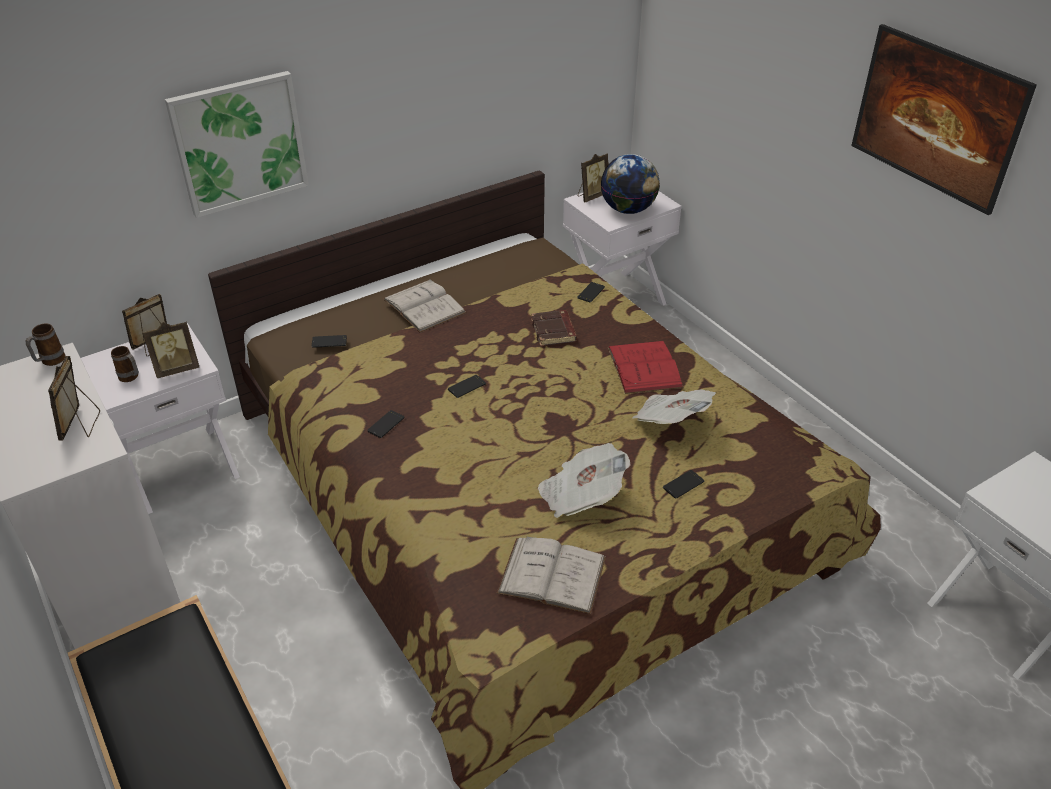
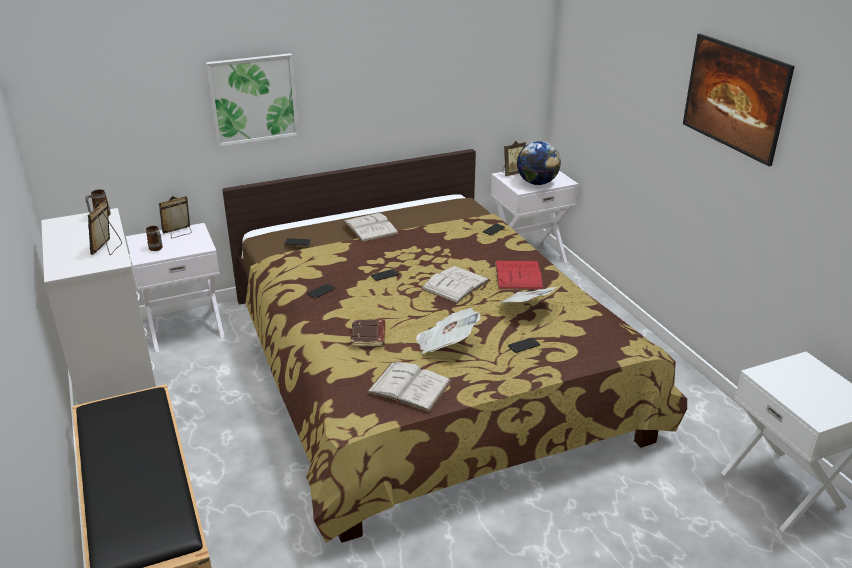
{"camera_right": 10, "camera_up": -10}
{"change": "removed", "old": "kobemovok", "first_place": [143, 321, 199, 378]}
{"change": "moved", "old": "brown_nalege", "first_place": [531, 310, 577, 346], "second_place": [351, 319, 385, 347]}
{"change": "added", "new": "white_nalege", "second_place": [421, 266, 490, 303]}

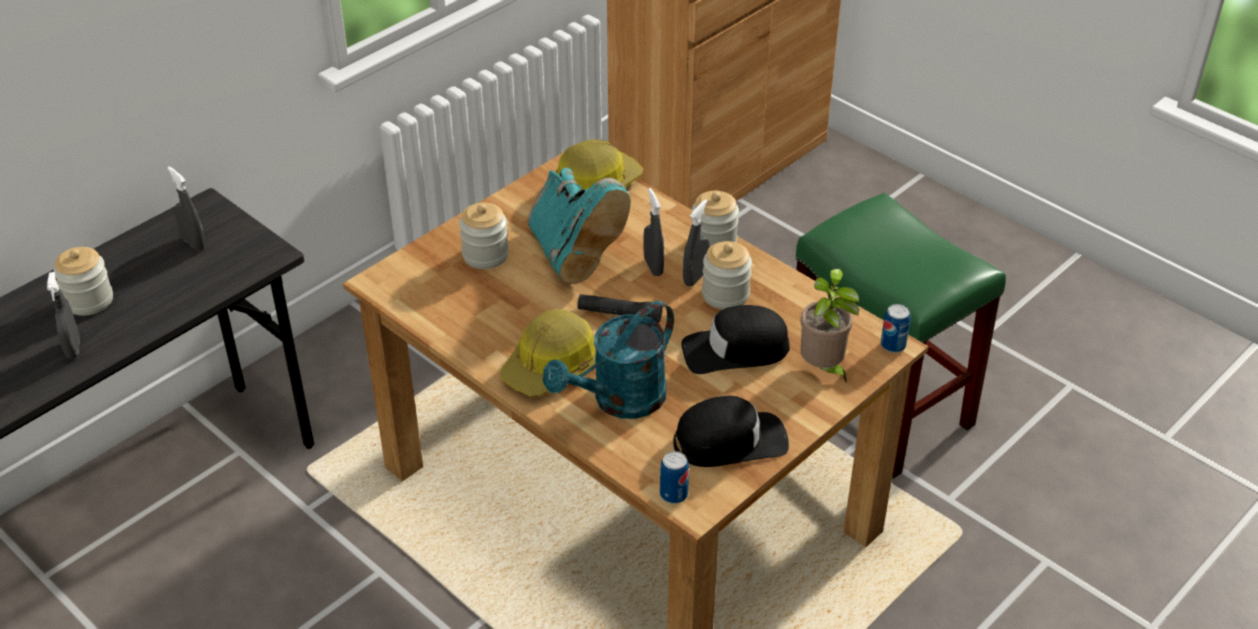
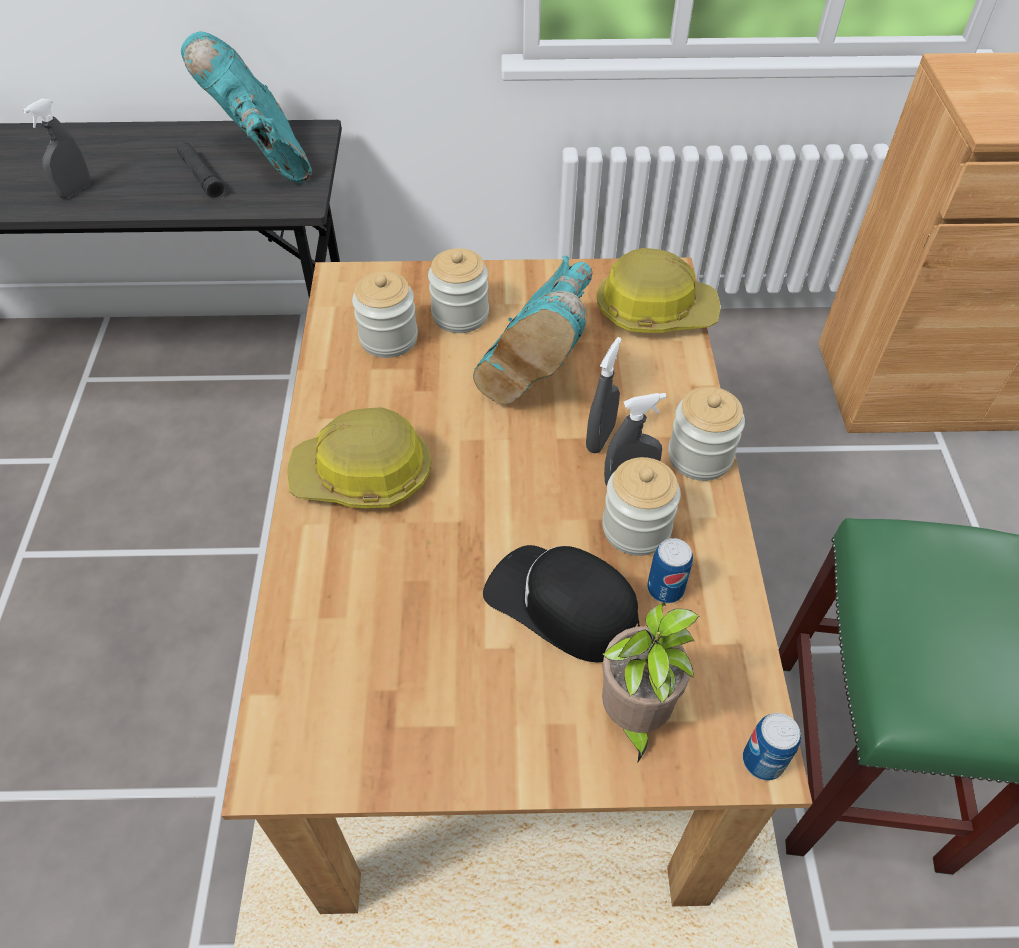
{"camera_right": 45, "camera_up": 10}
{"change": "moved", "old": "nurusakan", "first_place": [54, 247, 113, 316], "second_place": [352, 271, 418, 358]}
{"change": "replaced", "old": "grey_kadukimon", "new": "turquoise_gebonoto", "first_place": [167, 166, 205, 250], "second_place": [181, 31, 312, 183]}
{"change": "removed", "old": "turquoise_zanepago", "first_place": [543, 301, 674, 419]}
{"change": "moved", "old": "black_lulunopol", "first_place": [577, 294, 662, 322], "second_place": [177, 142, 226, 199]}
{"change": "moved", "old": "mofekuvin", "first_place": [660, 451, 689, 504], "second_place": [647, 538, 693, 603]}
{"change": "removed", "old": "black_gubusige", "first_place": [673, 396, 789, 467]}

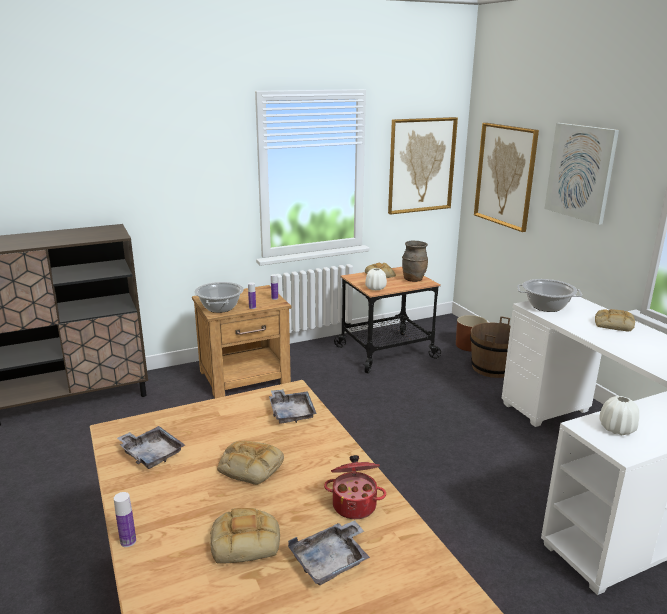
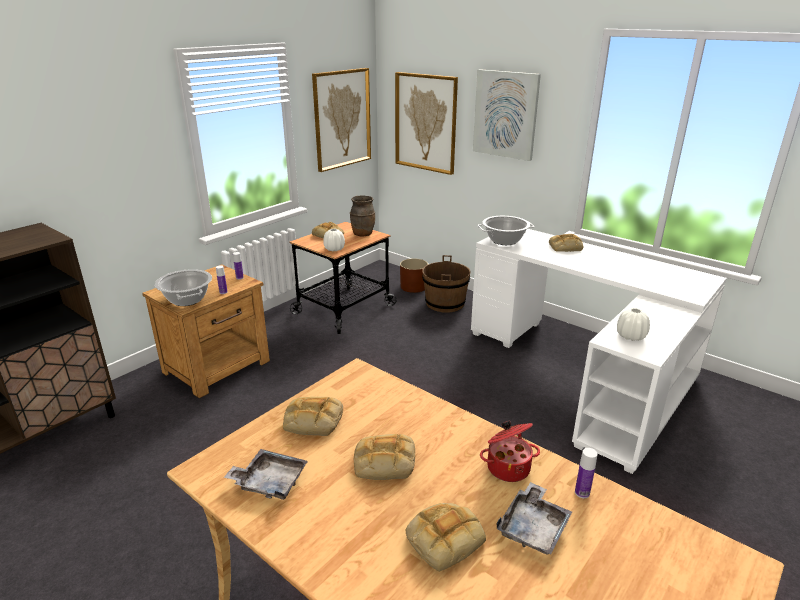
{"camera_right": -25, "camera_up": 5}
{"change": "moved", "old": "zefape", "first_place": [114, 492, 136, 547], "second_place": [575, 448, 598, 498]}
{"change": "removed", "old": "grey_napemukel", "first_place": [269, 389, 317, 424]}
{"change": "added", "new": "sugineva", "second_place": [283, 397, 343, 436]}

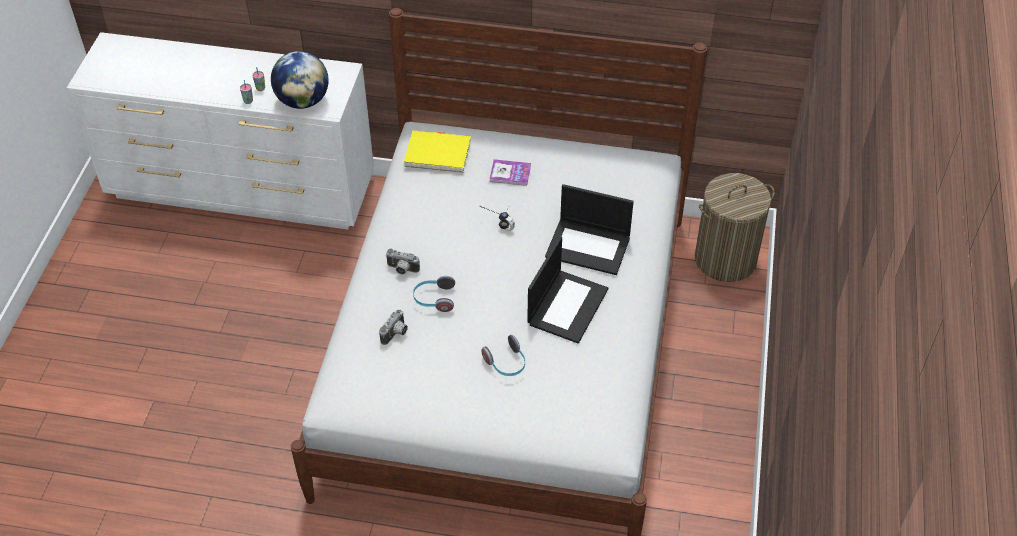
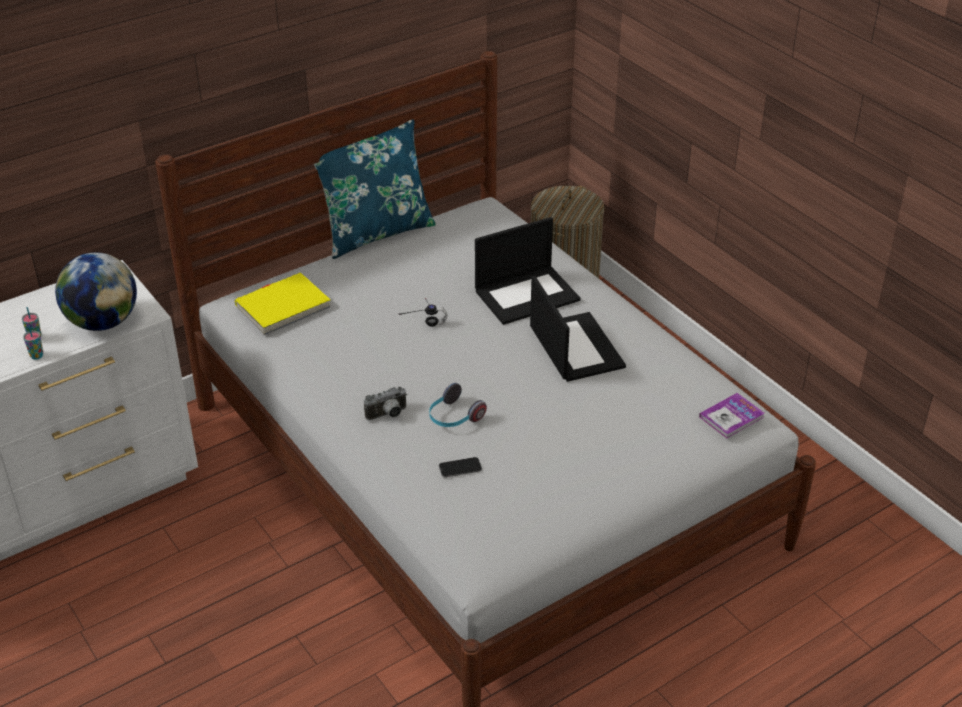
{"camera_right": -45, "camera_up": -10}
{"change": "replaced", "old": "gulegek", "new": "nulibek", "first_place": [379, 310, 408, 345], "second_place": [439, 457, 482, 478]}
{"change": "removed", "old": "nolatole", "first_place": [482, 335, 525, 376]}
{"change": "moved", "old": "nalege", "first_place": [489, 159, 531, 186], "second_place": [699, 393, 765, 438]}
{"change": "added", "new": "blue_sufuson", "second_place": [314, 119, 436, 259]}

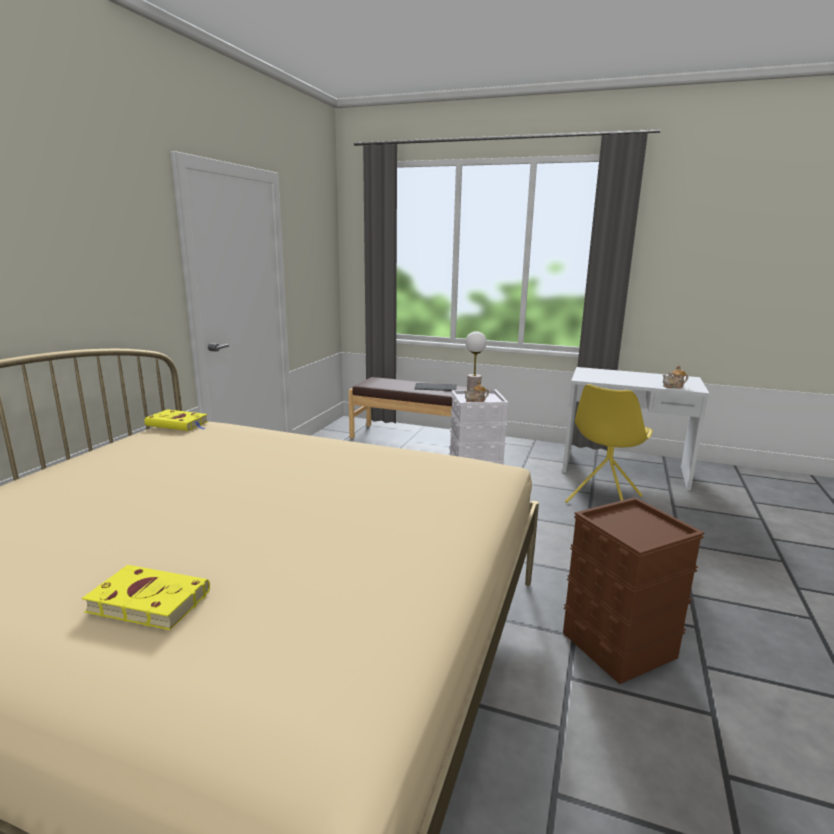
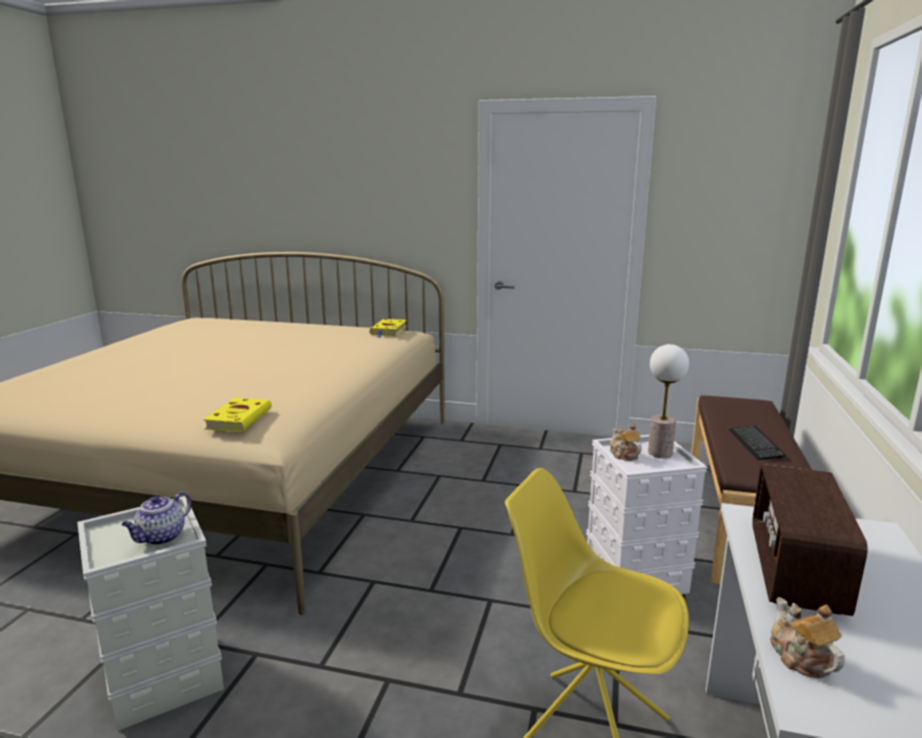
{"camera_right": 85, "camera_up": 0}
{"change": "moved", "old": "yellow_nalege", "first_place": [82, 565, 210, 630], "second_place": [203, 398, 271, 432]}
{"change": "recoloured", "old": "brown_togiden", "new": "grey_togiden", "first_place": [563, 497, 704, 684], "second_place": [77, 496, 224, 731]}
{"change": "added", "new": "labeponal", "second_place": [122, 492, 191, 545]}
{"change": "added", "new": "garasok", "second_place": [752, 464, 868, 616]}

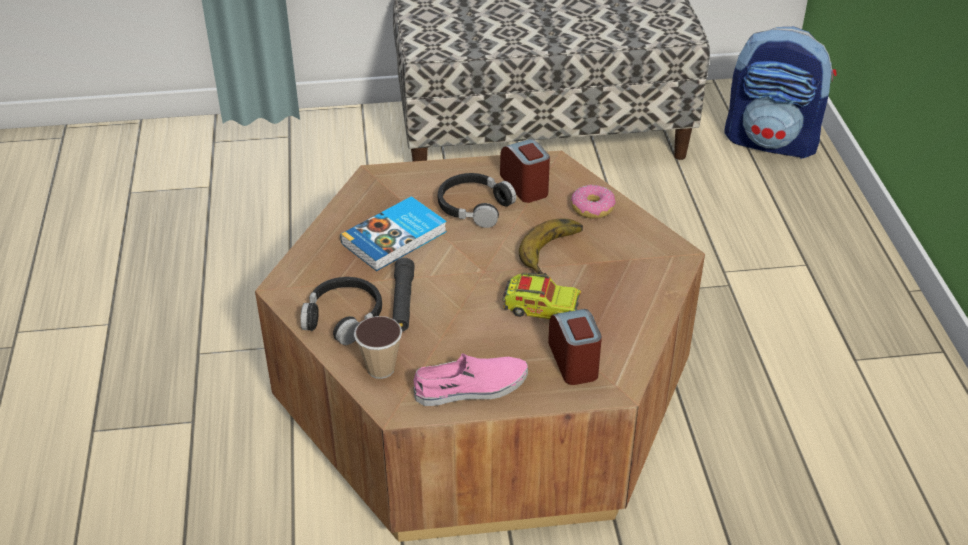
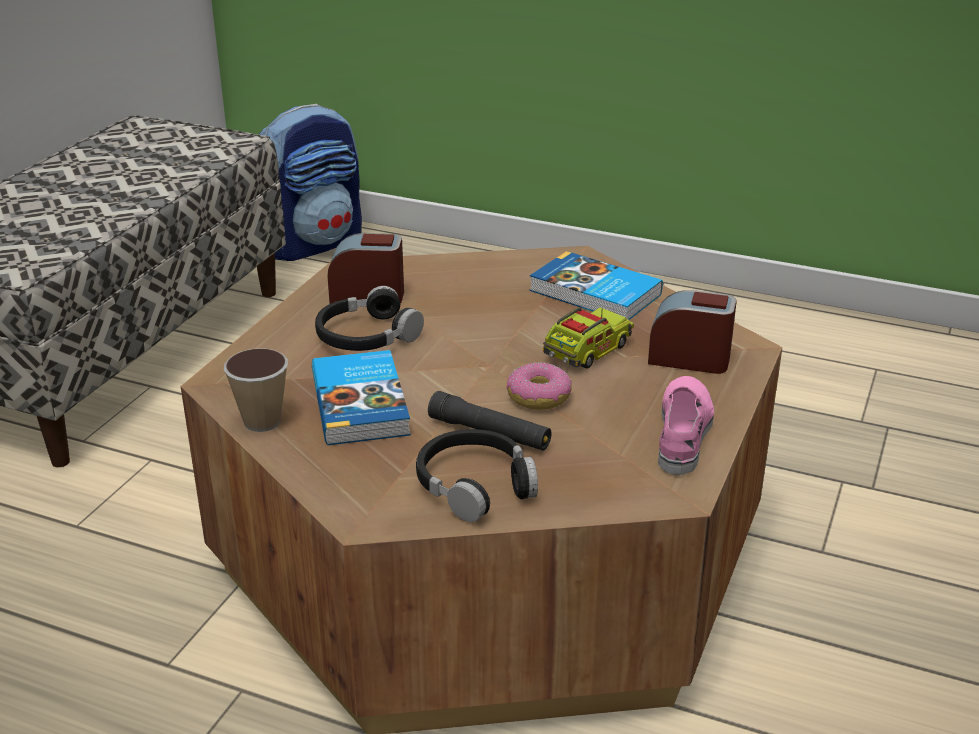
{"camera_right": -60, "camera_up": -10}
{"change": "moved", "old": "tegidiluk", "first_place": [354, 316, 402, 379], "second_place": [224, 348, 288, 432]}
{"change": "removed", "old": "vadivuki", "first_place": [519, 219, 583, 275]}
{"change": "moved", "old": "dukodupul", "first_place": [571, 185, 616, 219], "second_place": [506, 362, 572, 410]}
{"change": "added", "new": "nalege", "second_place": [529, 251, 663, 320]}

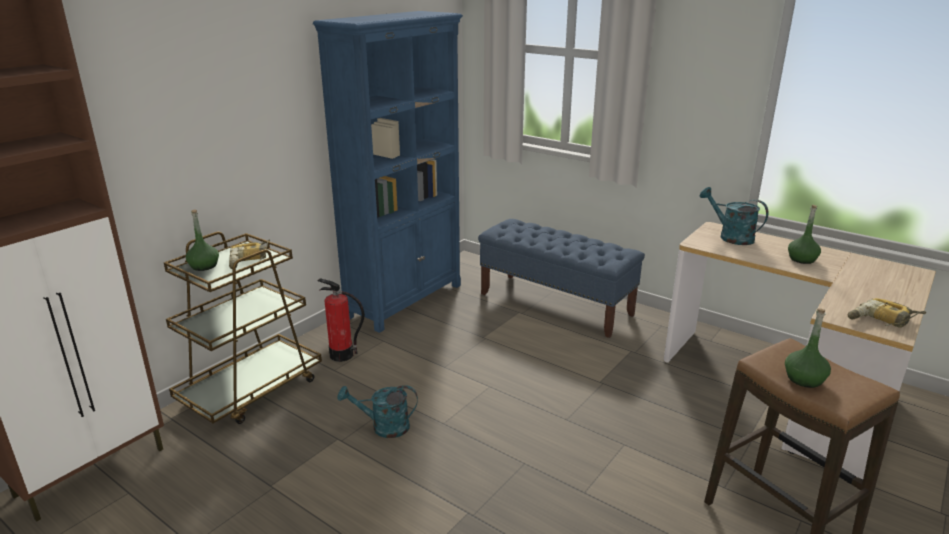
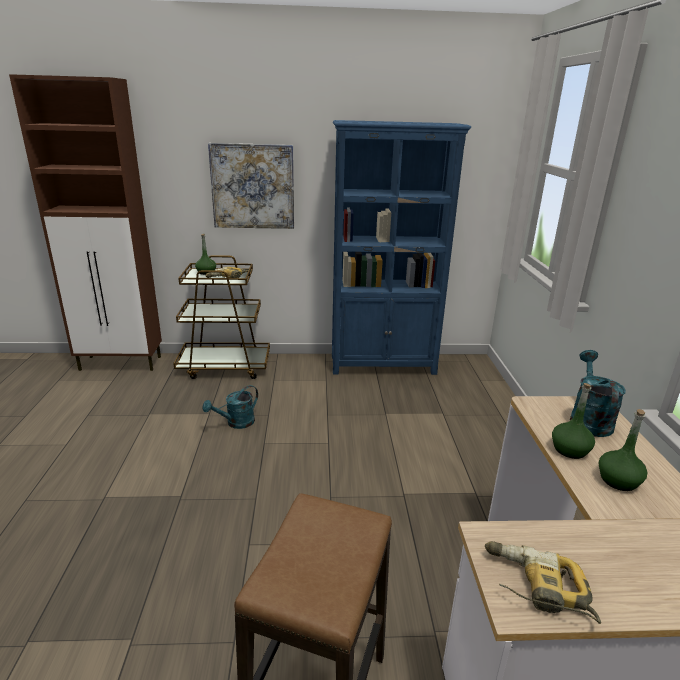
{"camera_right": 50, "camera_up": 0}
{"change": "removed", "old": "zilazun", "first_place": [317, 278, 365, 362]}
{"change": "turned", "old": "turquoise_zanepago", "first_place": [337, 385, 418, 438], "second_place": [202, 385, 258, 429], "degrees": -90}
{"change": "removed", "old": "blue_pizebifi", "first_place": [478, 219, 645, 338]}
{"change": "moved", "old": "green_zefape", "first_place": [785, 308, 831, 388], "second_place": [552, 383, 595, 459]}
{"change": "added", "new": "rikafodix", "second_place": [208, 143, 294, 229]}

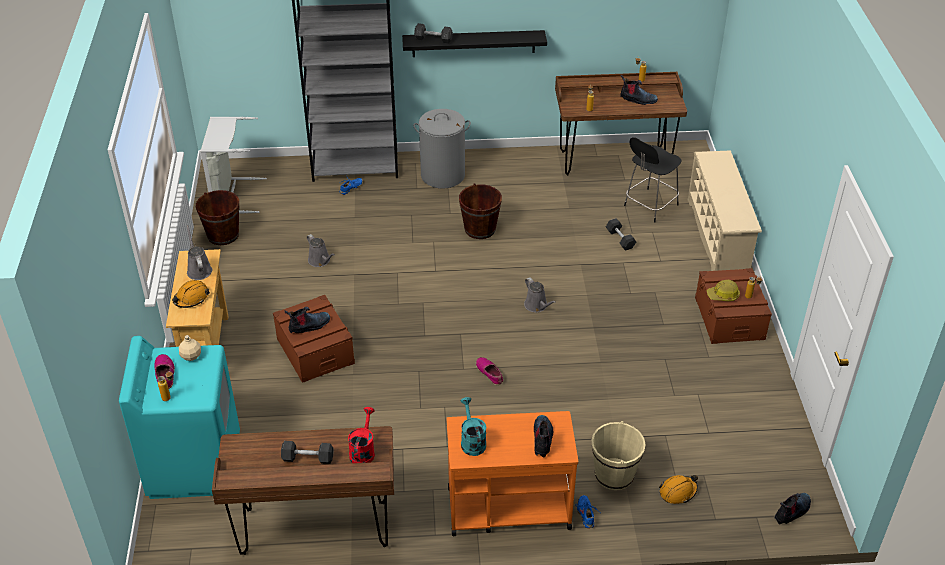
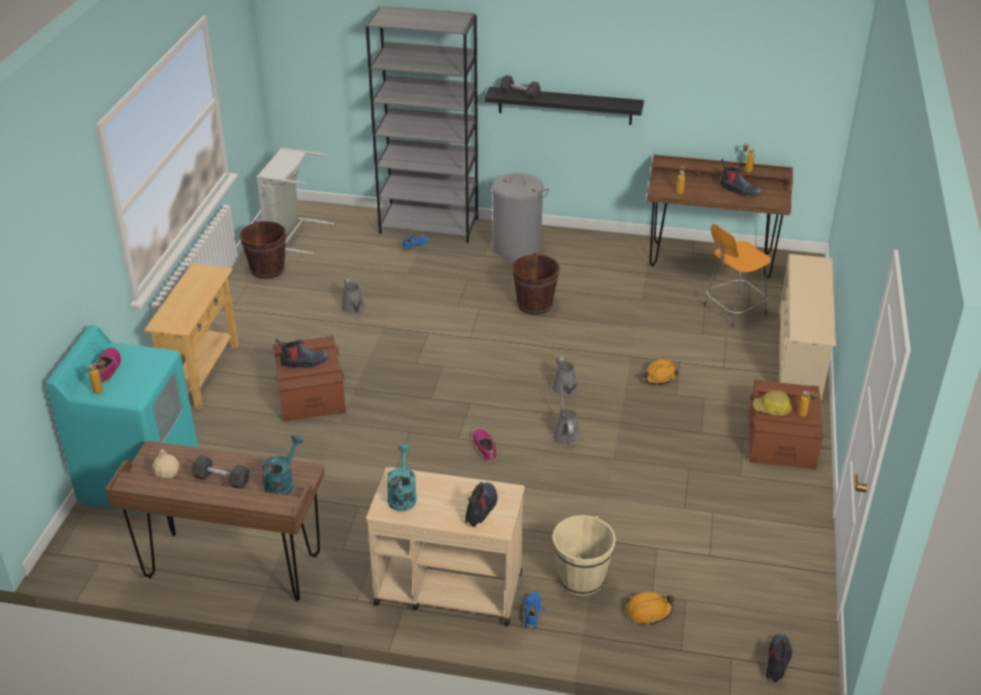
{"camera_right": 15, "camera_up": -5}
{"change": "moved", "old": "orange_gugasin", "first_place": [172, 280, 210, 308], "second_place": [641, 359, 678, 385]}
{"change": "moved", "old": "beige_zefape", "first_place": [179, 335, 201, 361], "second_place": [152, 449, 179, 479]}
{"change": "moved", "old": "grey_zanepago", "first_place": [187, 225, 213, 280], "second_place": [552, 385, 580, 446]}
{"change": "recoloured", "old": "red_zanepago", "new": "turquoise_zanepago", "first_place": [348, 407, 375, 463], "second_place": [262, 435, 303, 495]}
{"change": "recoloured", "old": "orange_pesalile", "new": "beige_pesalile", "first_place": [446, 411, 578, 536], "second_place": [366, 467, 525, 626]}
{"change": "removed", "old": "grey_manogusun", "first_place": [606, 218, 636, 251]}
{"change": "recoloured", "old": "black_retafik", "new": "orange_retafik", "first_place": [624, 137, 682, 223], "second_place": [704, 224, 771, 328]}
{"change": "turned", "old": "gebonoto", "first_place": [774, 493, 811, 525], "second_place": [766, 633, 792, 683], "degrees": -45}

